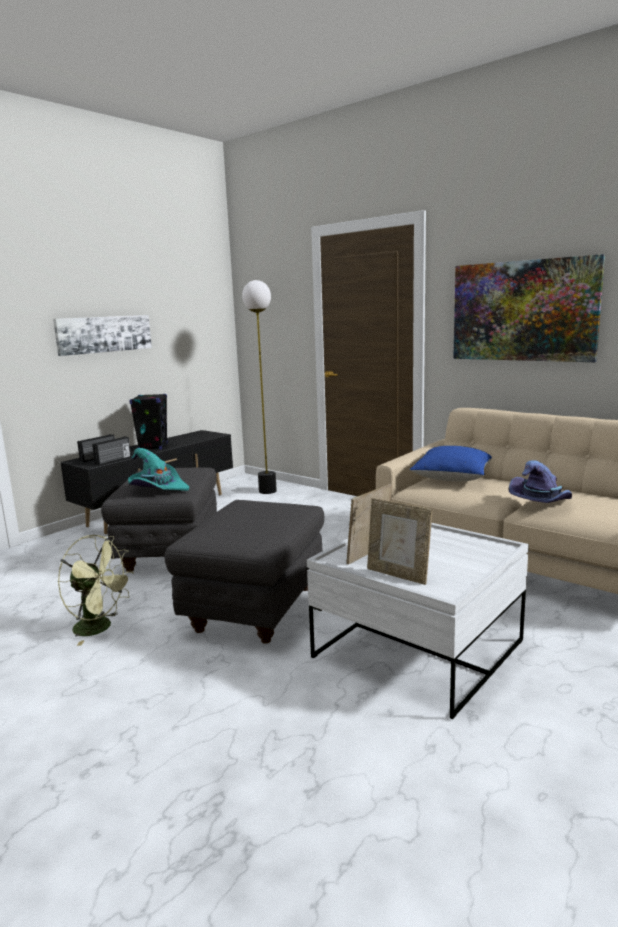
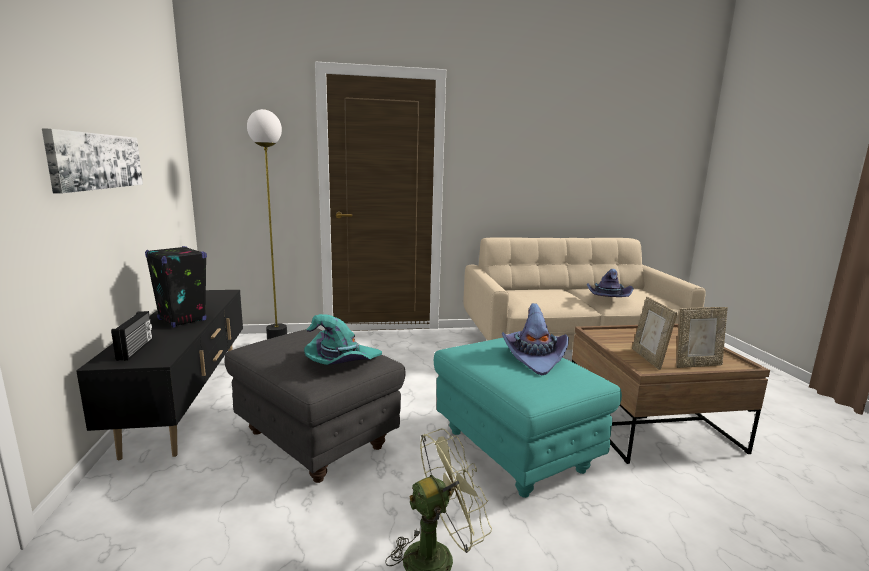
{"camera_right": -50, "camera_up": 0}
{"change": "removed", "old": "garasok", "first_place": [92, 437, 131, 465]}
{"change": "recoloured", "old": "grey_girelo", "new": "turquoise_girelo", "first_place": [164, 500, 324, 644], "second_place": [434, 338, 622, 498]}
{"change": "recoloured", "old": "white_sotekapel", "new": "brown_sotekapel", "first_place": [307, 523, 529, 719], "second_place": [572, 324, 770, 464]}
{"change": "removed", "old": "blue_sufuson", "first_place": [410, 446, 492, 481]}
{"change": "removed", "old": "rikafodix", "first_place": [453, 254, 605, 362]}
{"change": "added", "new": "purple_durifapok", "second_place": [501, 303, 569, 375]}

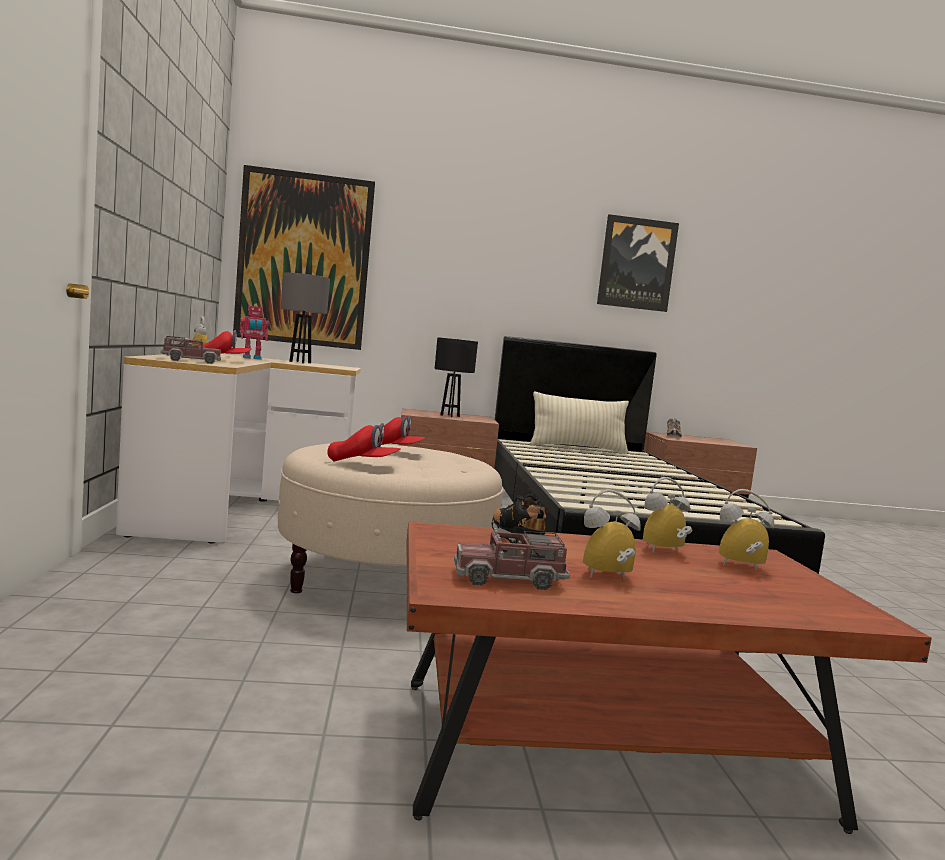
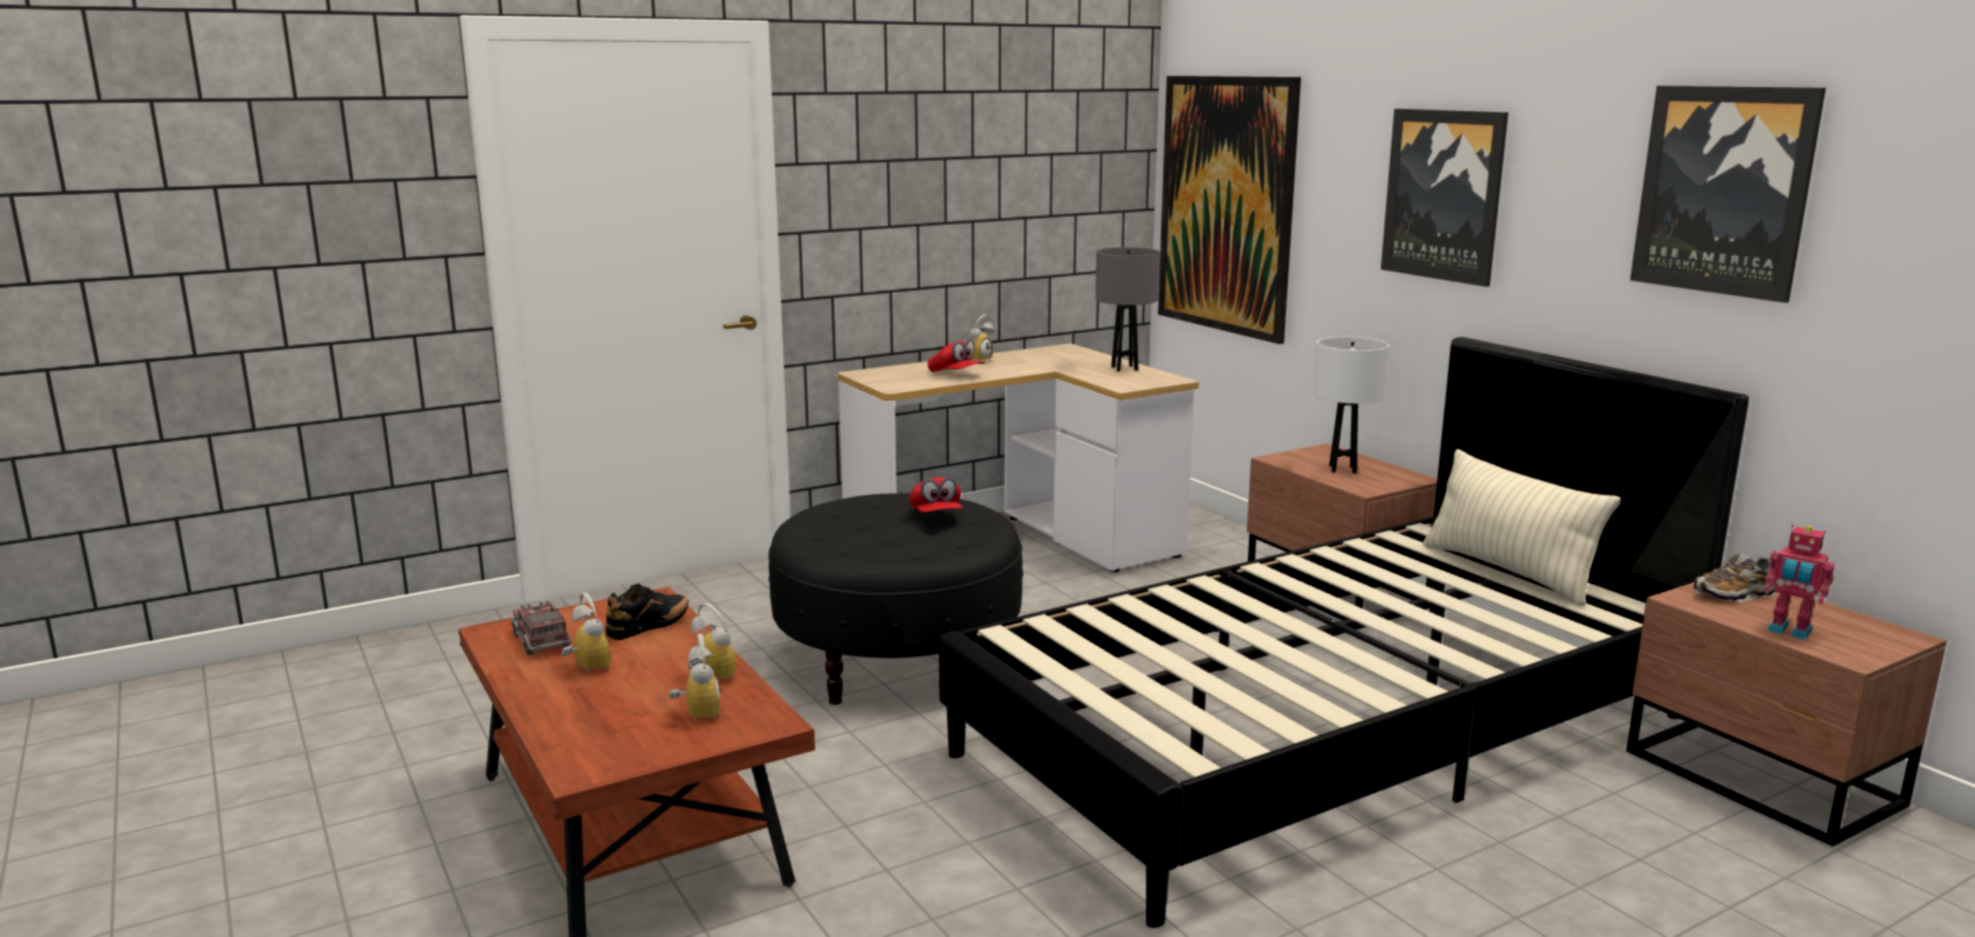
{"camera_right": 65, "camera_up": 10}
{"change": "removed", "old": "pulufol", "first_place": [161, 336, 221, 364]}
{"change": "moved", "old": "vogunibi", "first_place": [240, 304, 269, 360], "second_place": [1764, 524, 1835, 640]}
{"change": "recoloured", "old": "beige_girelo", "new": "black_girelo", "first_place": [278, 443, 503, 593], "second_place": [768, 493, 1023, 705]}
{"change": "removed", "old": "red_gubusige", "first_place": [327, 423, 401, 462]}
{"change": "recoloured", "old": "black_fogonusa", "new": "white_fogonusa", "first_place": [435, 337, 478, 417], "second_place": [1314, 337, 1389, 474]}
{"change": "added", "new": "rikafodix", "second_place": [1381, 109, 1508, 287]}

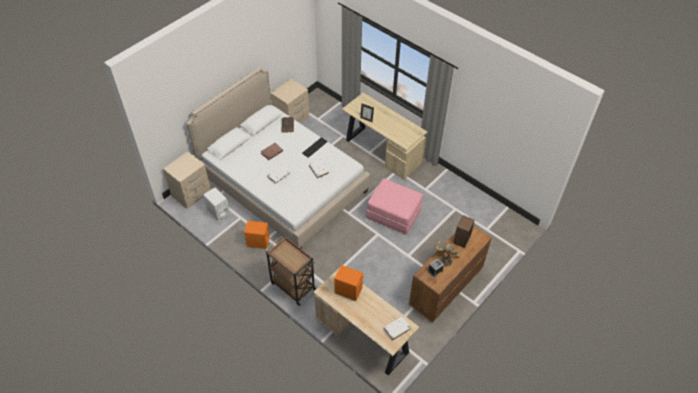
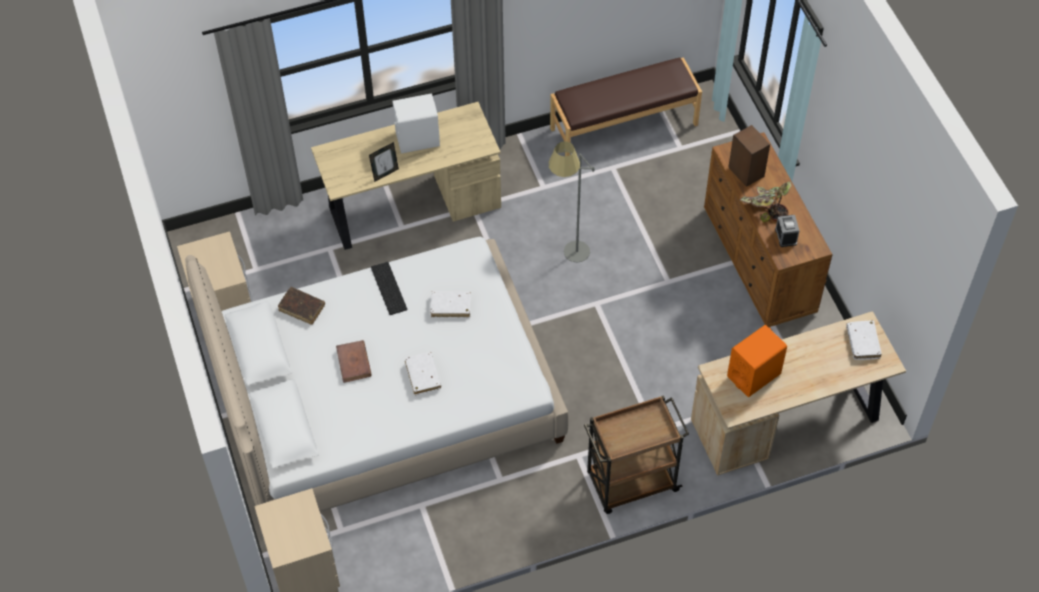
{"camera_right": -60, "camera_up": 5}
{"change": "moved", "old": "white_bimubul", "first_place": [203, 188, 230, 221], "second_place": [392, 93, 440, 154]}
{"change": "removed", "old": "orange_bimubul", "first_place": [243, 221, 270, 249]}
{"change": "replaced", "old": "pink_girelo", "new": "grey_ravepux", "first_place": [366, 179, 423, 234], "second_place": [549, 141, 595, 262]}
{"change": "added", "new": "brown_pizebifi", "second_place": [550, 57, 702, 156]}

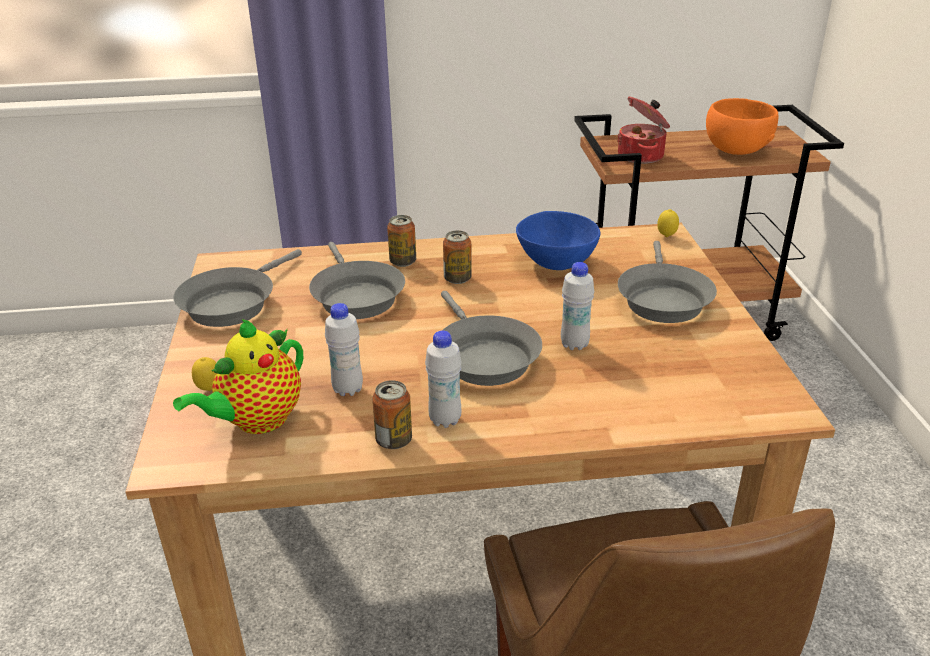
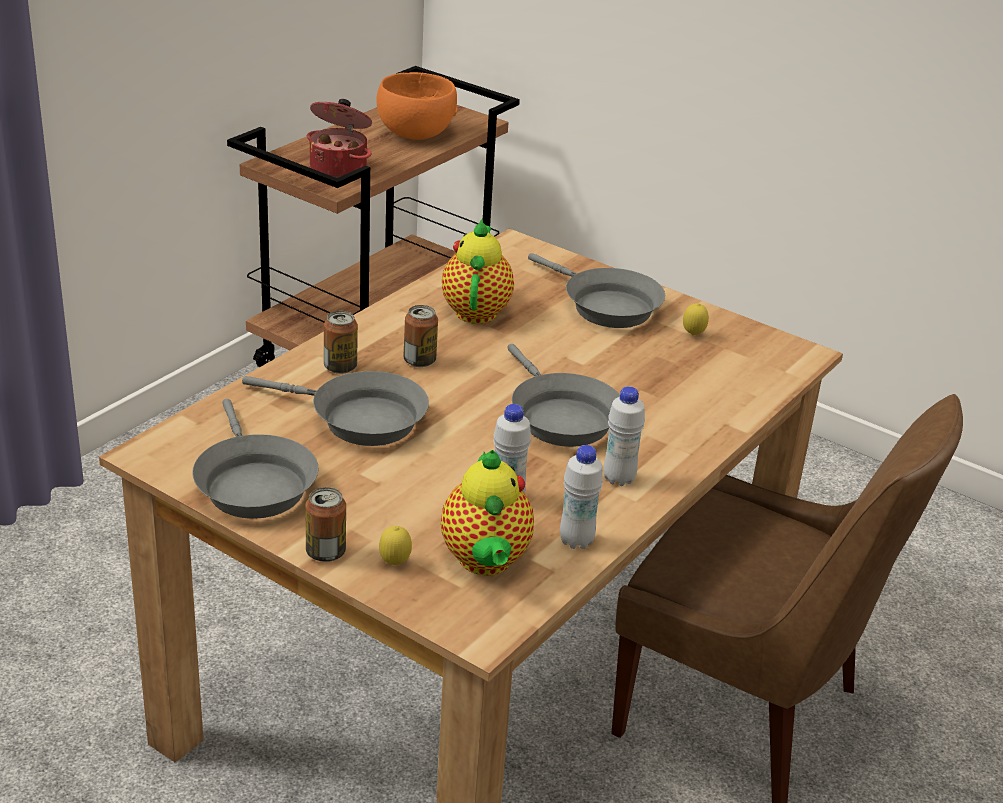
{"camera_right": -50, "camera_up": 0}
{"change": "moved", "old": "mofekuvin", "first_place": [372, 380, 412, 449], "second_place": [305, 487, 346, 562]}
{"change": "turned", "old": "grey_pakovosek", "first_place": [441, 291, 542, 386], "second_place": [507, 344, 620, 447], "degrees": 45}
{"change": "replaced", "old": "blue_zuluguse", "new": "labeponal", "first_place": [516, 211, 601, 270], "second_place": [442, 218, 514, 324]}
{"change": "moved", "old": "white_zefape", "first_place": [561, 262, 594, 350], "second_place": [560, 445, 603, 549]}
{"change": "moved", "old": "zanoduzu", "first_place": [657, 209, 679, 237], "second_place": [683, 303, 709, 336]}

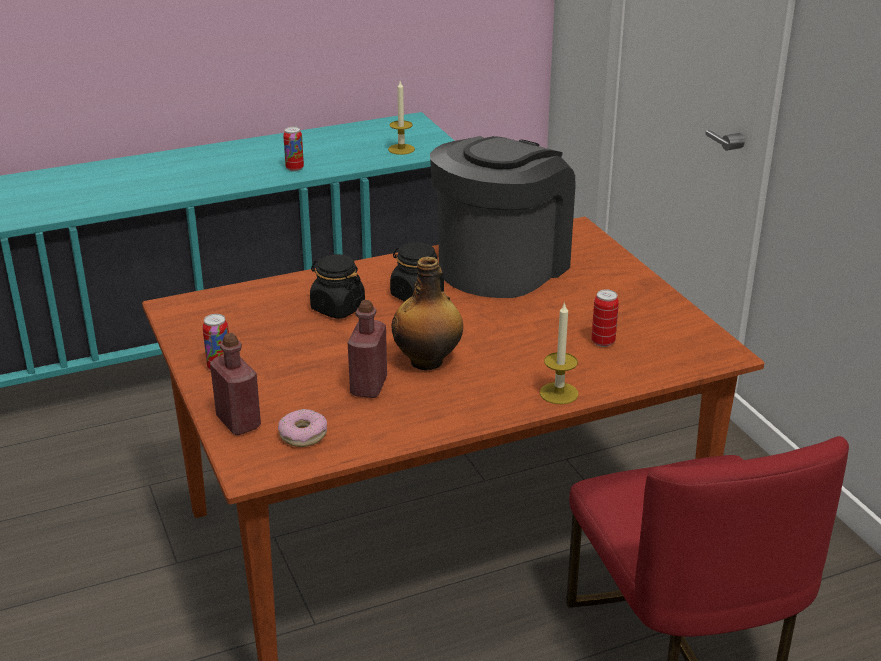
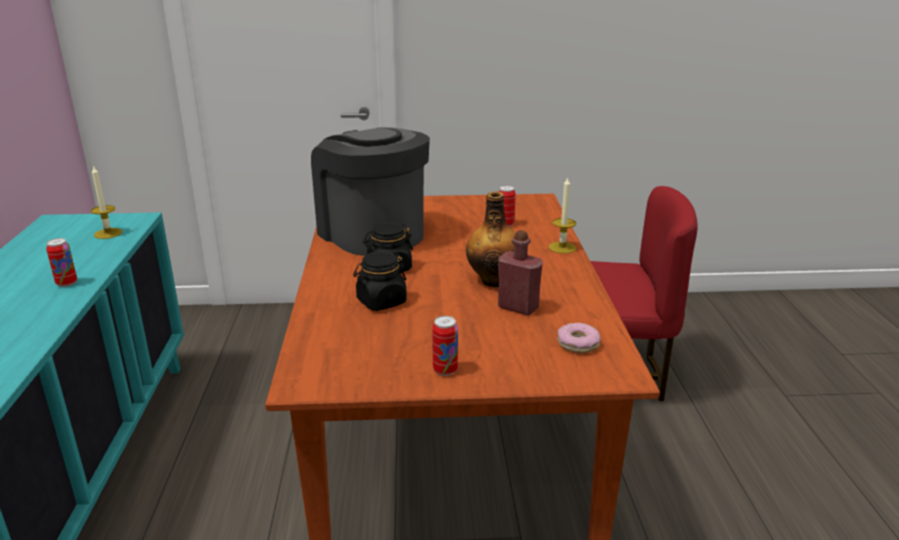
{"camera_right": -70, "camera_up": -5}
{"change": "removed", "old": "red_zefape", "first_place": [210, 333, 261, 435]}

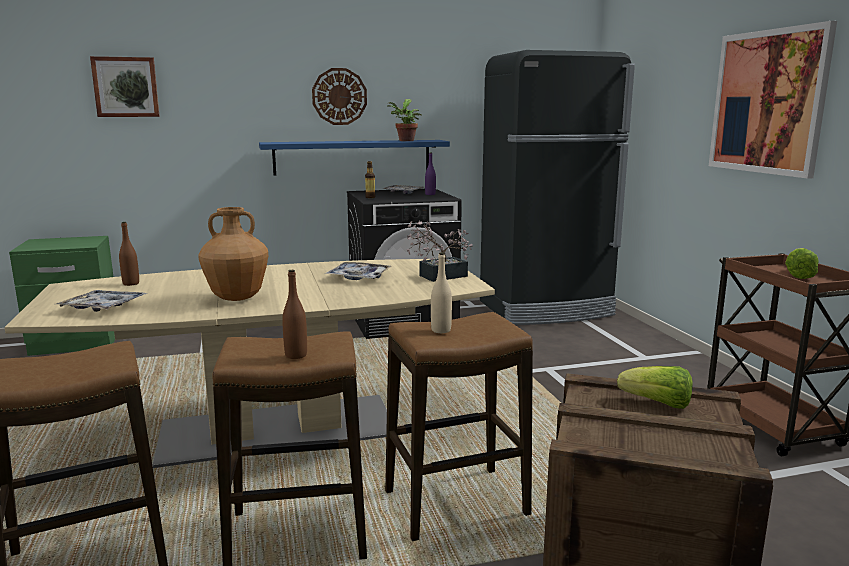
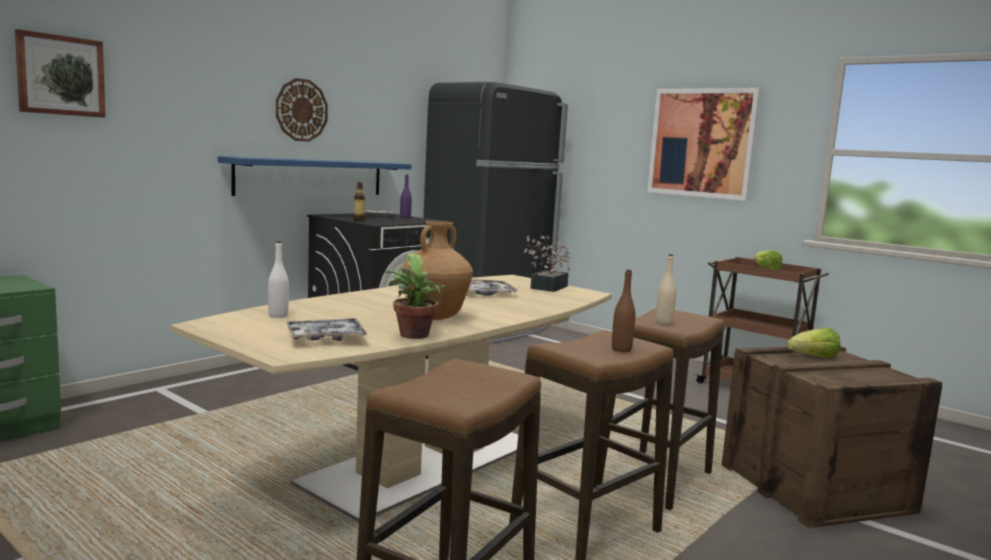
{"camera_right": -35, "camera_up": -5}
{"change": "recoloured", "old": "brown_zefape", "new": "white_zefape", "first_place": [119, 222, 139, 286], "second_place": [268, 241, 289, 318]}
{"change": "moved", "old": "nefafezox", "first_place": [387, 99, 422, 141], "second_place": [385, 253, 455, 339]}

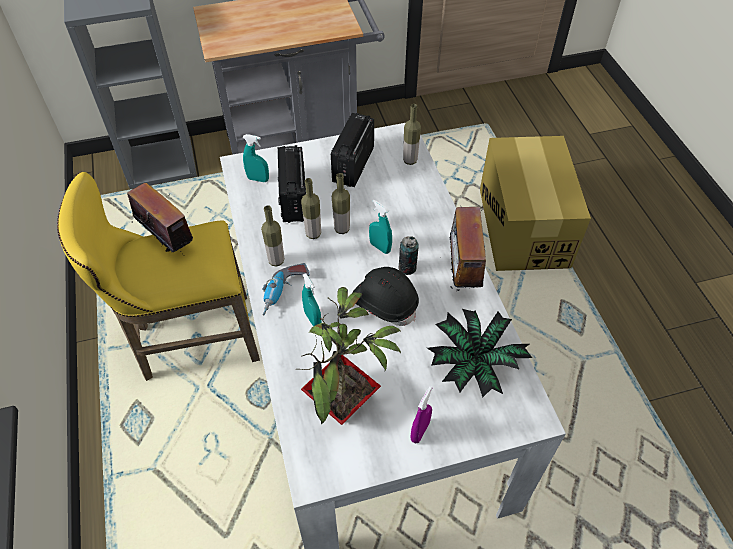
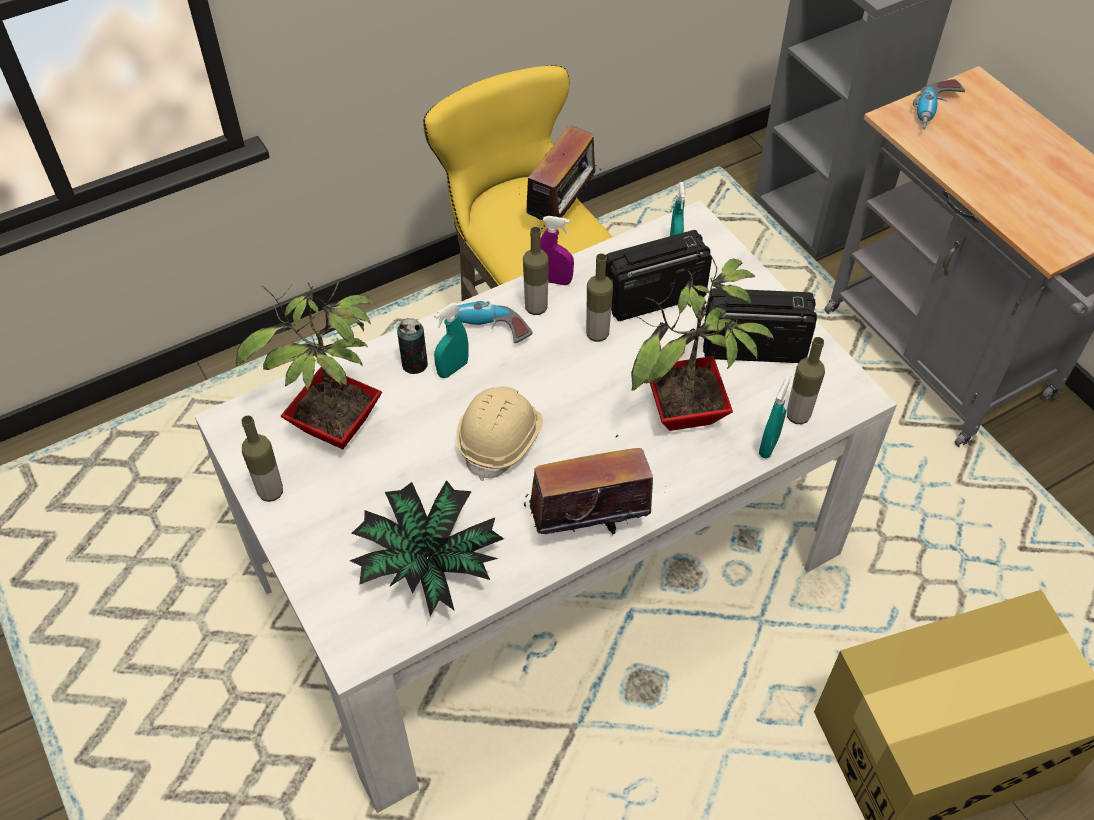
{"camera_right": 75, "camera_up": 0}
{"change": "moved", "old": "zefape", "first_place": [332, 173, 350, 234], "second_place": [241, 415, 283, 502]}
{"change": "recoloured", "old": "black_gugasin", "new": "beige_gugasin", "first_place": [352, 267, 419, 326], "second_place": [456, 386, 543, 481]}
{"change": "moved", "old": "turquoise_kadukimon", "first_place": [369, 199, 392, 254], "second_place": [759, 374, 791, 458]}
{"change": "moved", "old": "mofekuvin", "first_place": [398, 236, 419, 275], "second_place": [397, 318, 428, 374]}
{"change": "moved", "old": "purple_kadukimon", "first_place": [410, 386, 432, 443], "second_place": [540, 216, 574, 285]}
{"change": "added", "new": "nefafezox", "second_place": [631, 257, 774, 431]}
{"change": "added", "new": "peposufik", "second_place": [913, 79, 965, 130]}

